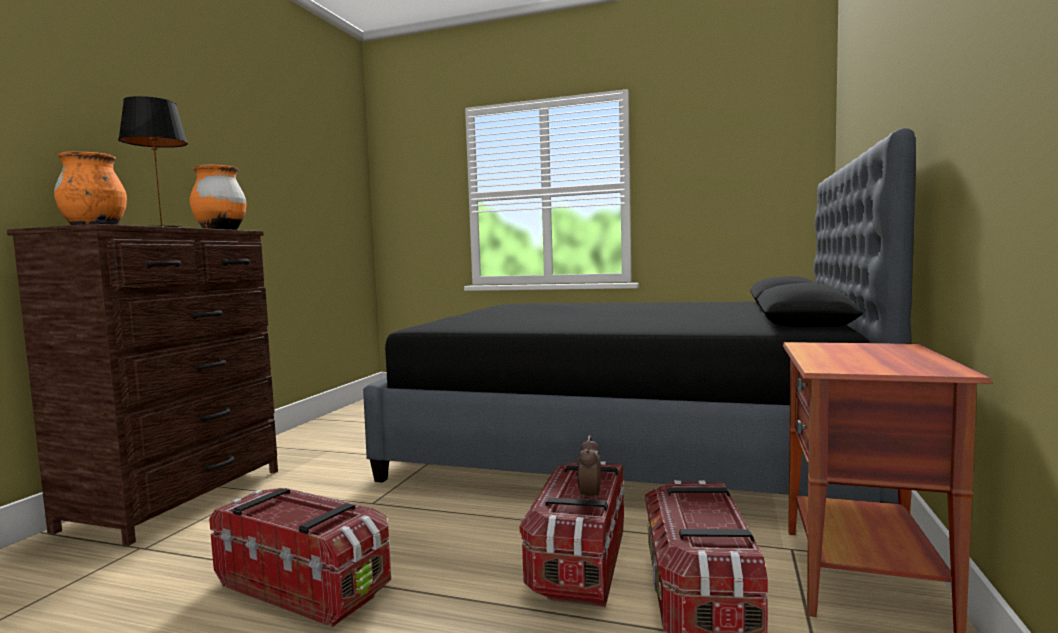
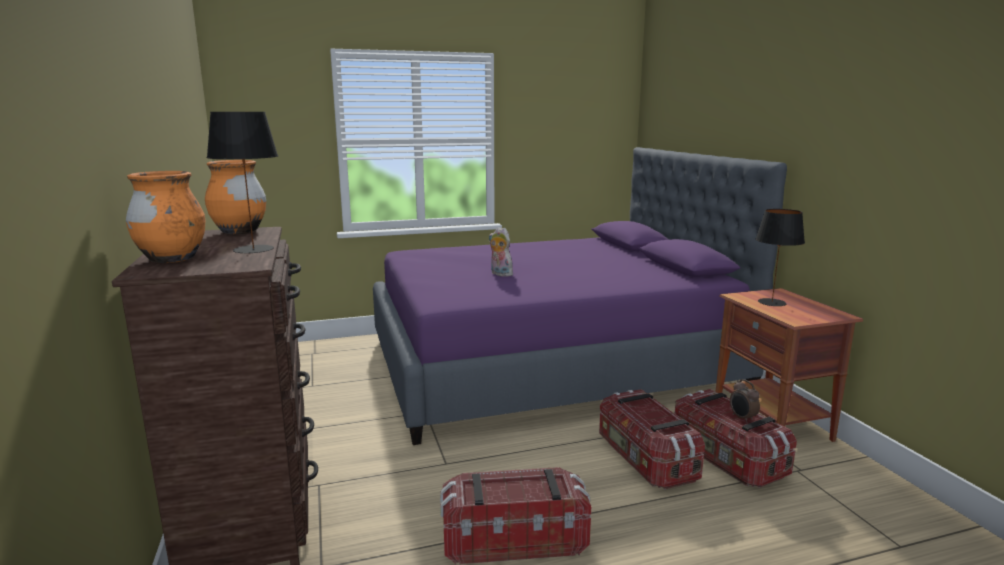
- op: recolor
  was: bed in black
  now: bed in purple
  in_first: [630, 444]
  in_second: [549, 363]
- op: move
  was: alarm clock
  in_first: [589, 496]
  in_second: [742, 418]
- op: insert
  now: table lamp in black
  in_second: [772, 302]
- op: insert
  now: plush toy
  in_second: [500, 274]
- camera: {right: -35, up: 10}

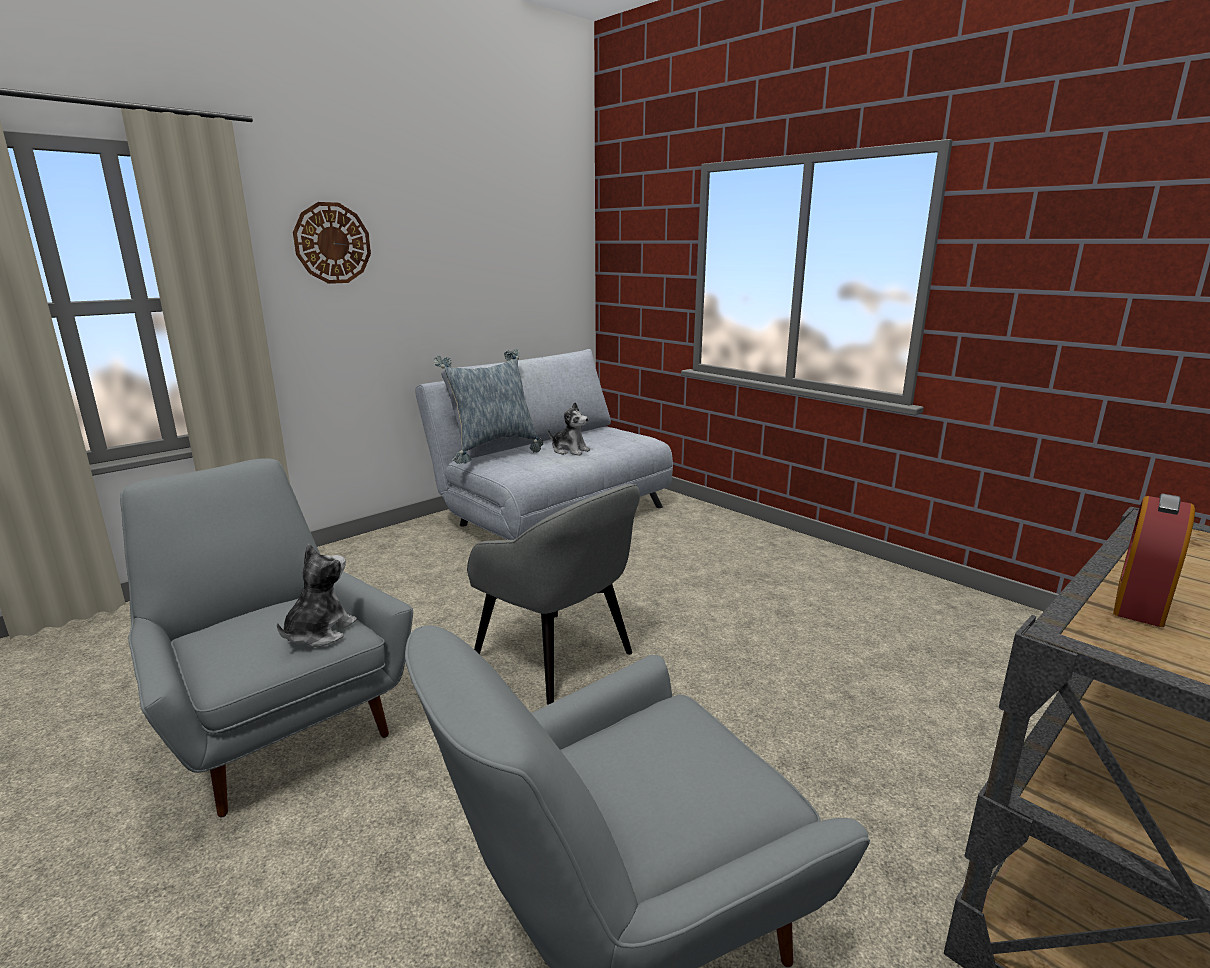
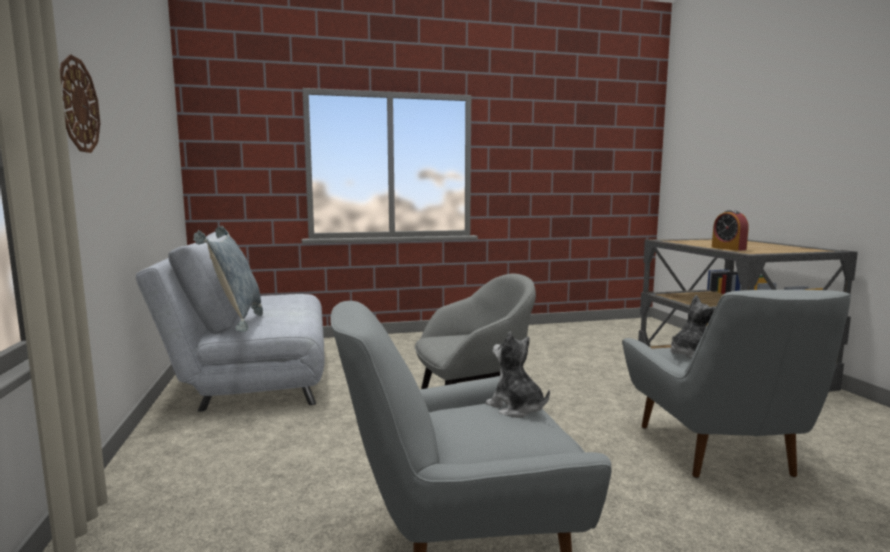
- op: move
  was: plush toy
  in_first: [570, 450]
  in_second: [690, 354]
- camera: {right: -60, up: -10}

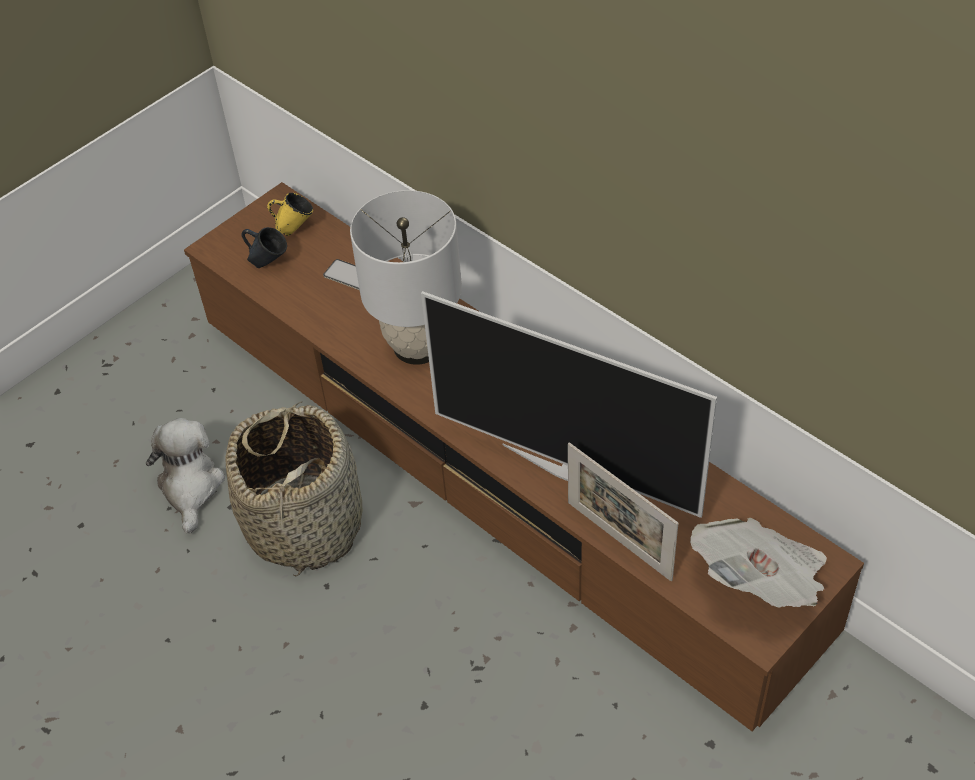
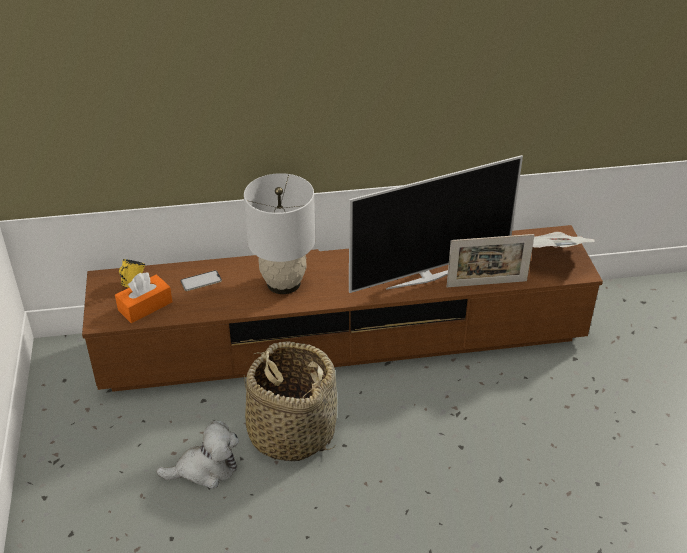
- op: replace
  was: mug in blue
  now: tissue box in orange
  in_first: [268, 263]
  in_second: [145, 306]
- op: rotate
  was: plush toy
  in_first: [190, 487]
  in_second: [205, 469]
  clockwise: 135
- camera: {right: -55, up: -10}

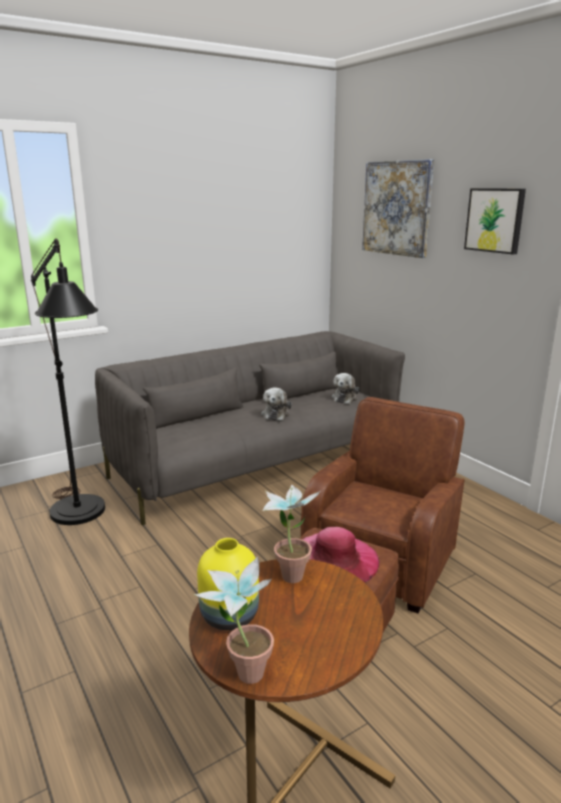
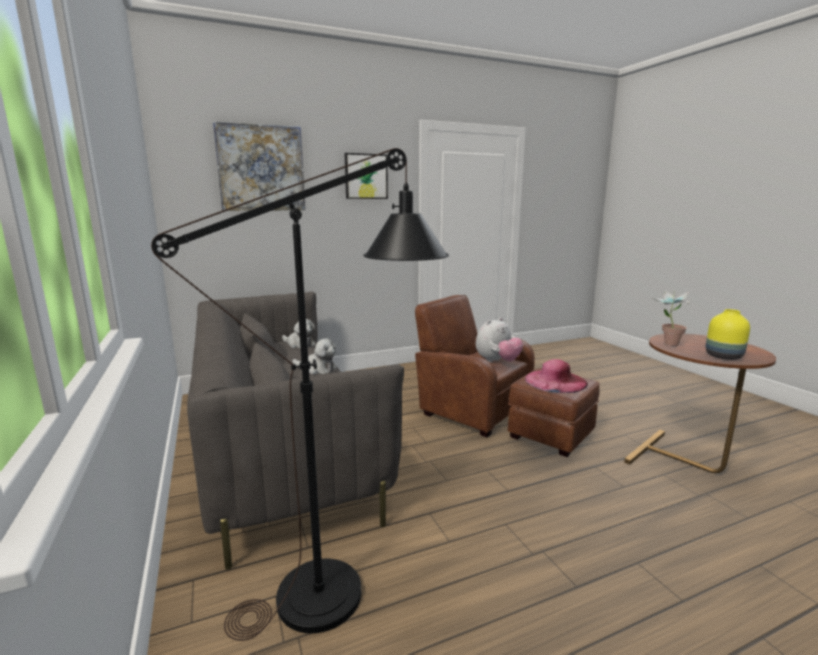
- op: delete
  was: potted plant
  in_first: [241, 670]
- op: insert
  now: plush toy
  in_second: [497, 362]
- camera: {right: -80, up: -5}

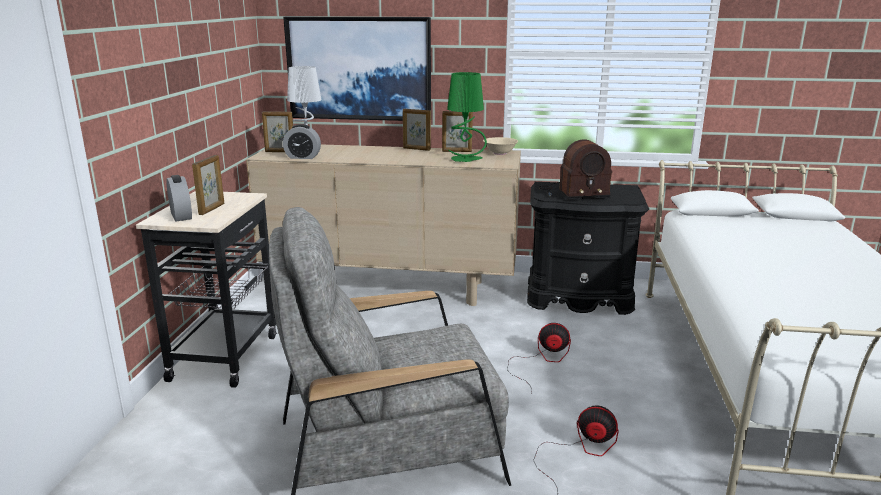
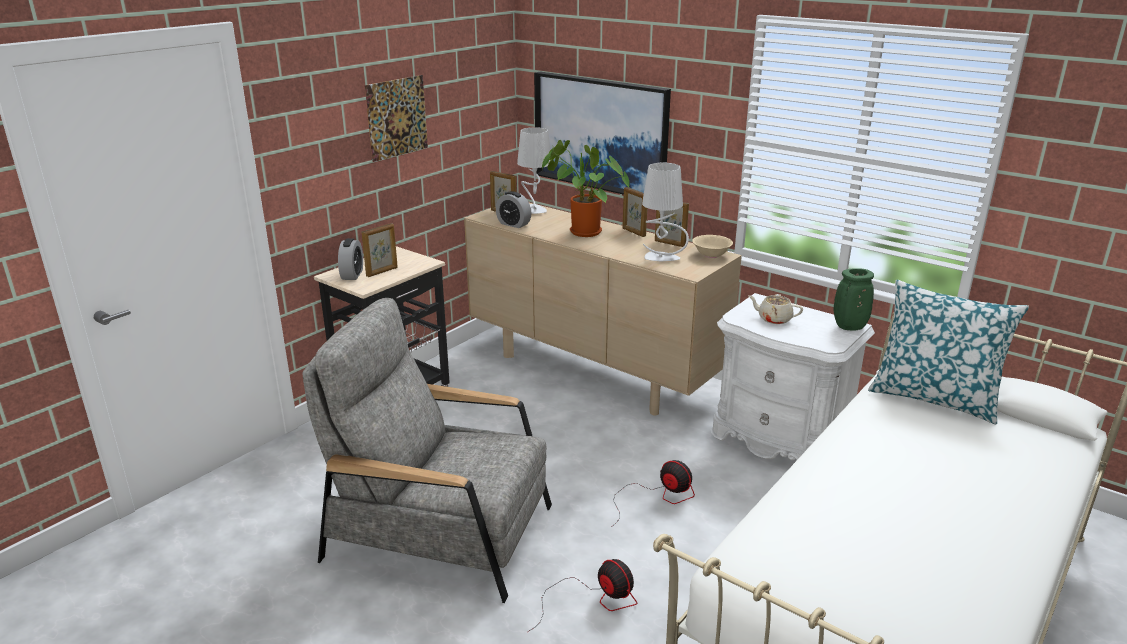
- op: recolor
  was: table lamp in green
  now: table lamp in grey
  in_first: [466, 159]
  in_second: [661, 258]
- op: replace
  was: radio
  now: teapot in beige
  in_first: [572, 193]
  in_second: [774, 319]
- op: recolor
  was: nightstand in black
  now: nightstand in white
  in_first: [580, 298]
  in_second: [778, 440]
- op: insert
  now: picture
  in_second: [397, 117]
- op: insert
  now: potted plant
  in_second: [581, 232]
- op: insert
  now: vase in green
  in_second: [849, 327]
- op: insert
  now: pillow
  in_second: [934, 398]
- camera: {right: 30, up: 5}

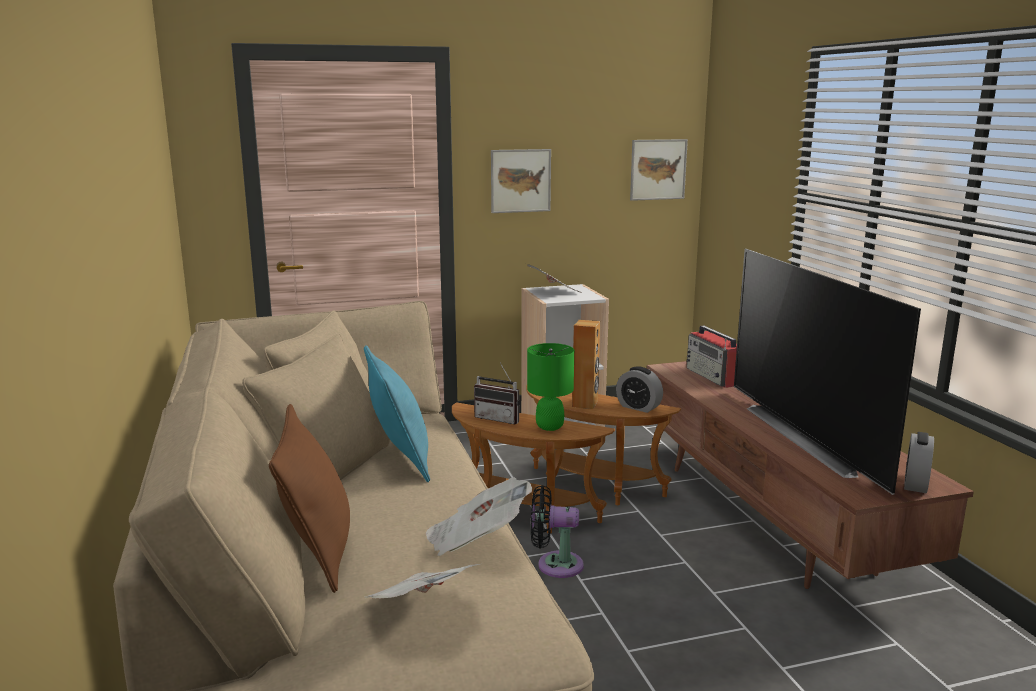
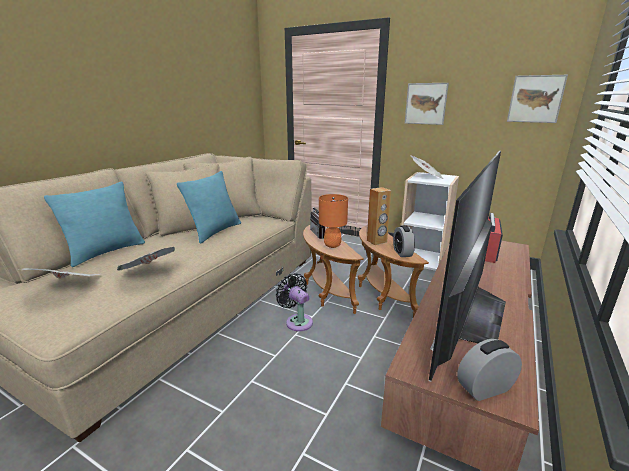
- op: recolor
  was: table lamp in green
  now: table lamp in orange
  in_first: [549, 428]
  in_second: [331, 246]
- op: recolor
  was: pillow in brown
  now: pillow in turquoise
  in_first: [319, 553]
  in_second: [106, 252]
- camera: {right: 45, up: 5}

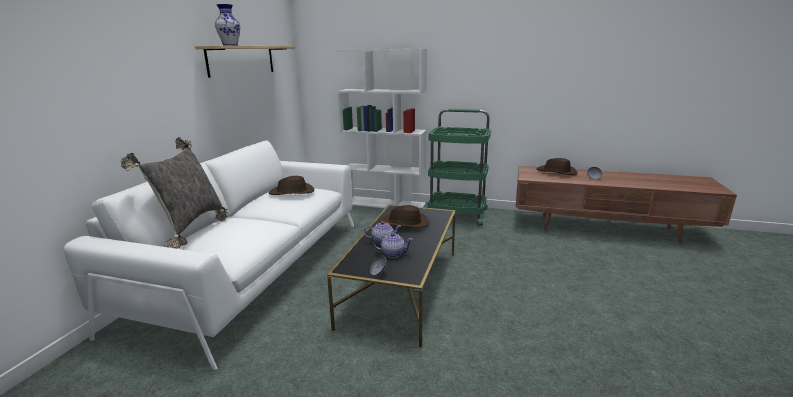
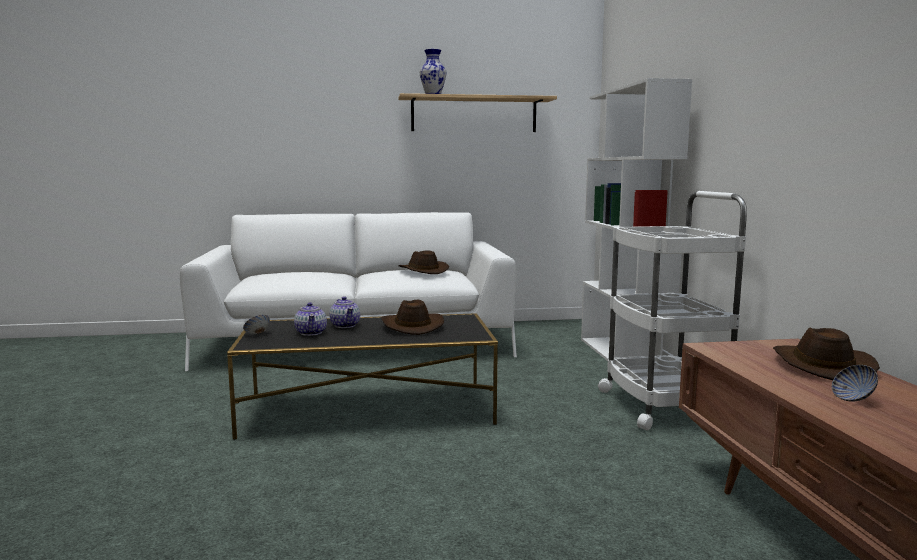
- op: recolor
  was: cart in green
  now: cart in white
  in_first: [457, 215]
  in_second: [663, 406]
- op: delete
  was: pillow
  in_first: [189, 233]
- camera: {right: 65, up: -10}

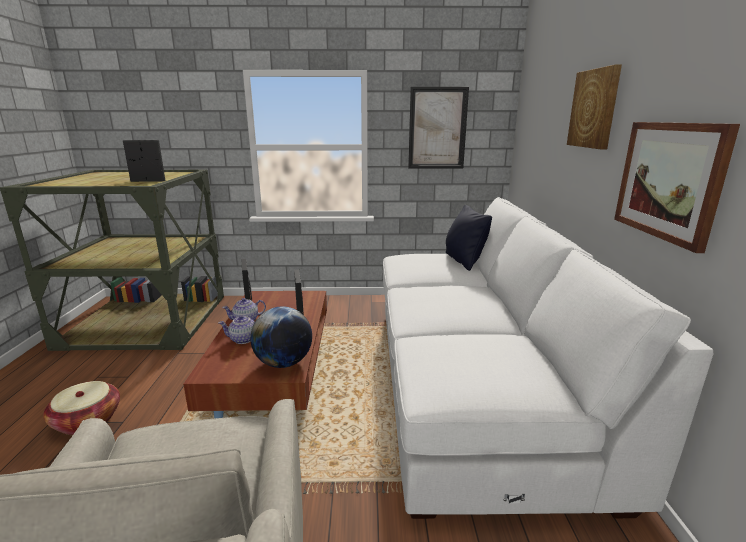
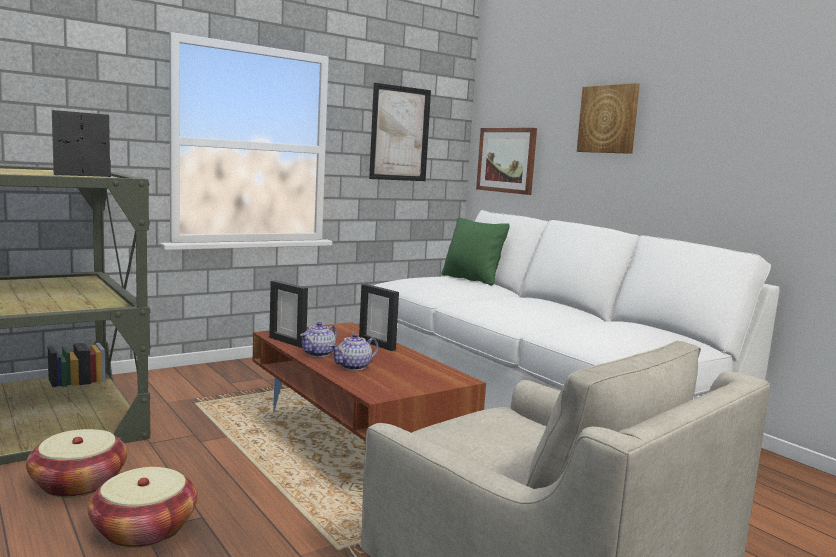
- op: move
  was: picture
  in_first: [669, 180]
  in_second: [506, 160]
- op: recolor
  was: pillow in black
  now: pillow in green
  in_first: [464, 261]
  in_second: [471, 279]
- op: delete
  was: globe
  in_first: [284, 363]
- op: insert
  now: basket
  in_second: [79, 484]
- camera: {right: -35, up: -10}

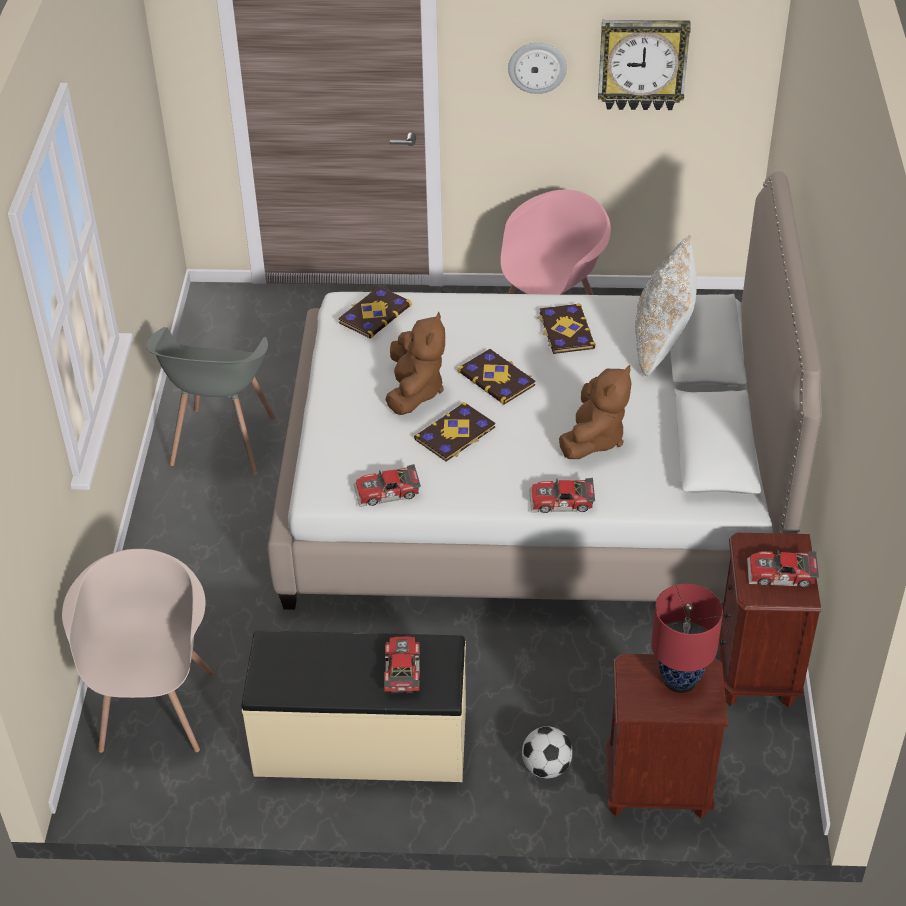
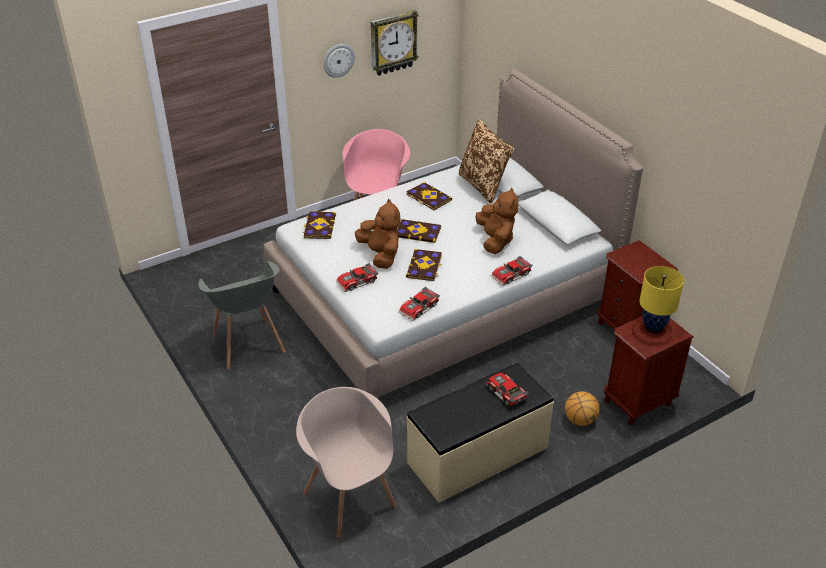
- op: recolor
  was: pillow in white
  now: pillow in brown
  in_first: [661, 347]
  in_second: [483, 188]
- op: move
  was: toy car
  in_first: [781, 576]
  in_second: [357, 282]
- op: recolor
  was: table lamp in red
  now: table lamp in yellow
  in_first: [679, 679]
  in_second: [653, 327]
- op: replace
  was: football
  now: basketball
  in_first: [546, 768]
  in_second: [580, 420]
- camera: {right: -35, up: -5}

